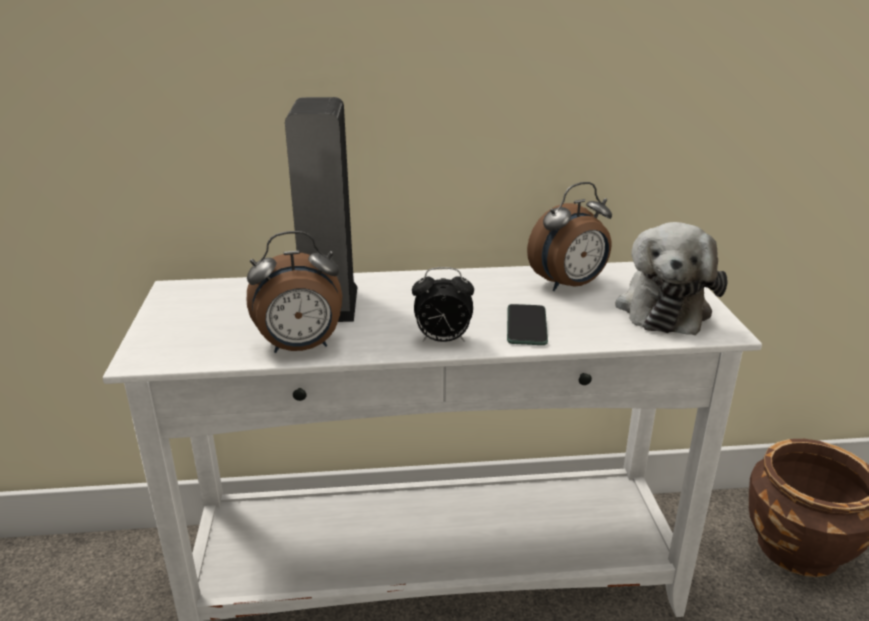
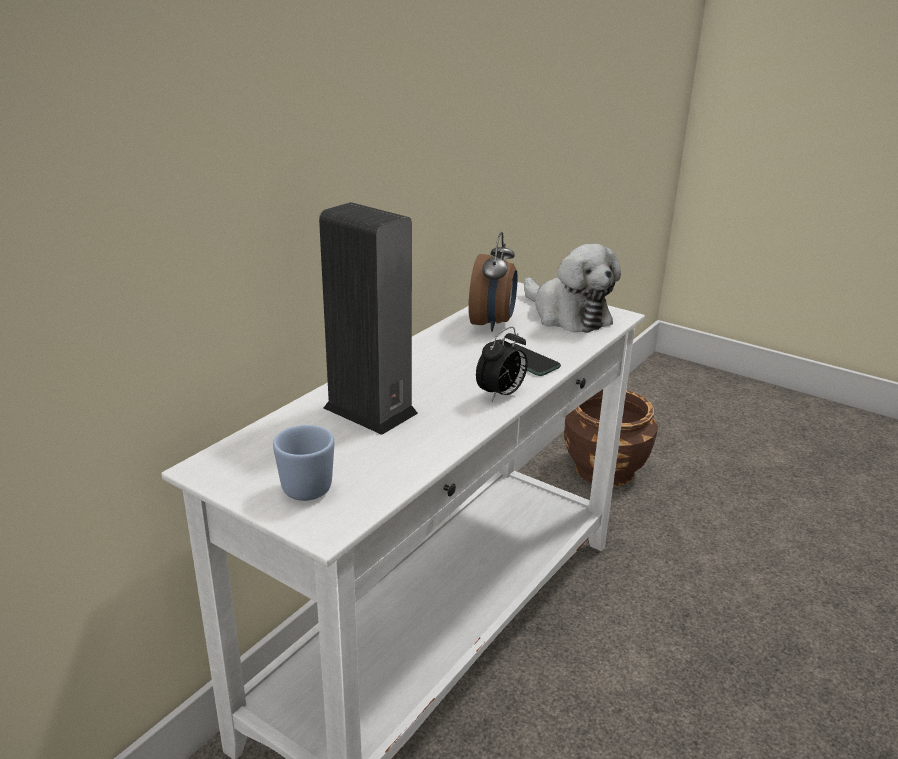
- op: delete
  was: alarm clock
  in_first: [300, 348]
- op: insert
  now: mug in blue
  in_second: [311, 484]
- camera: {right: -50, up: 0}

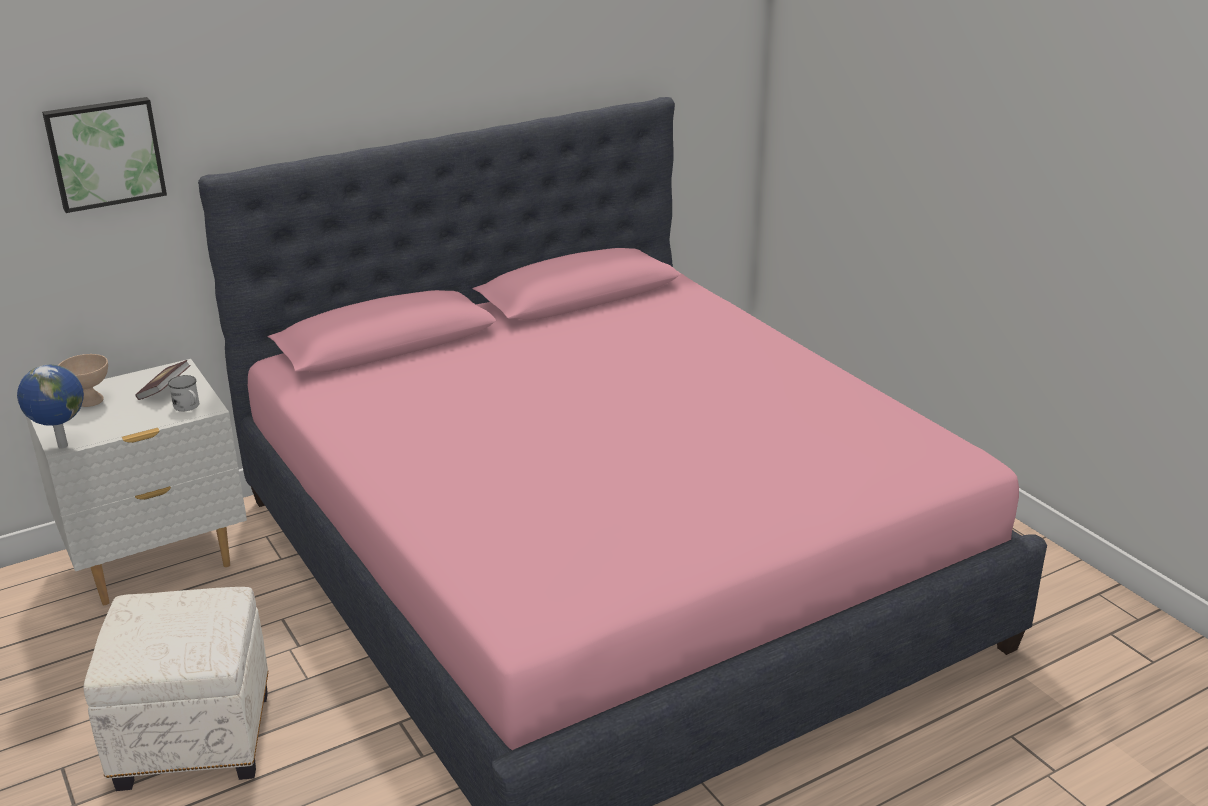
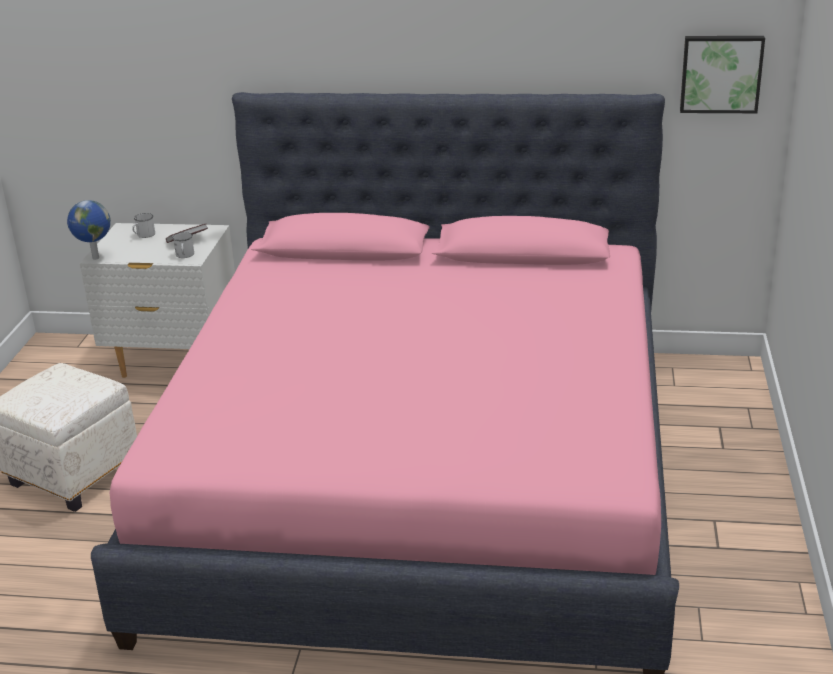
- op: move
  was: picture
  in_first: [105, 153]
  in_second: [721, 73]
- op: replace
  was: bowl in beige
  now: mug in white
  in_first: [91, 401]
  in_second: [144, 235]
- camera: {right: 40, up: 0}

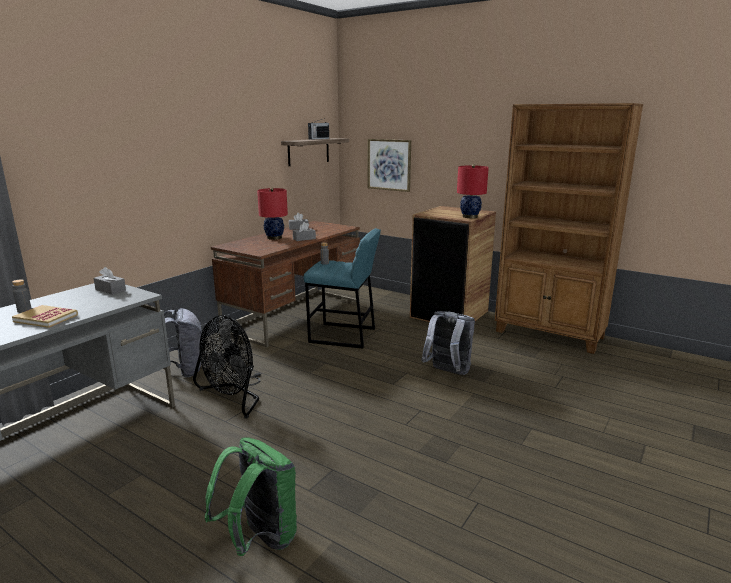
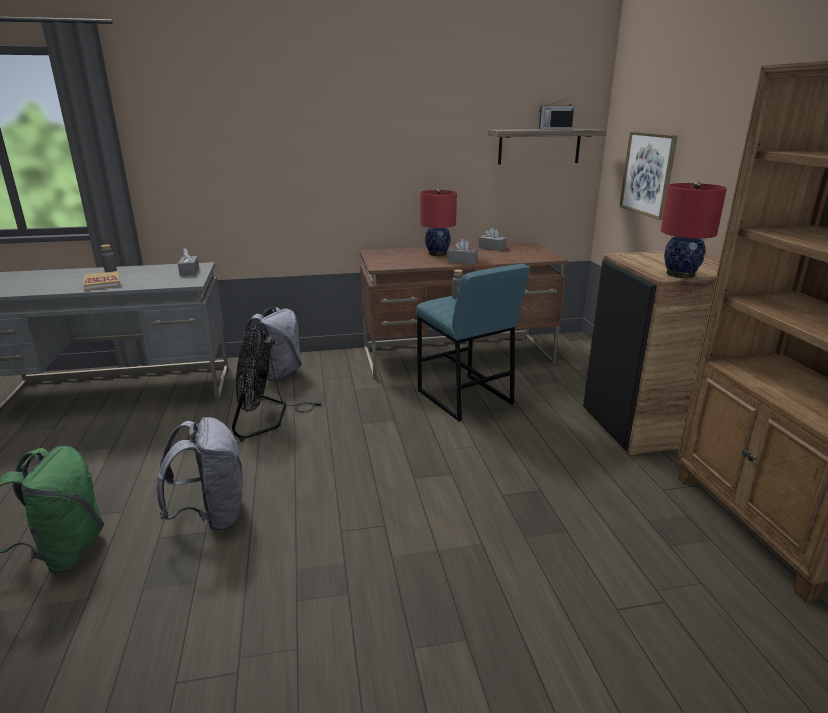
- op: move
  was: backpack in grey
  in_first: [448, 373]
  in_second: [211, 516]
- camera: {right: 45, up: 5}

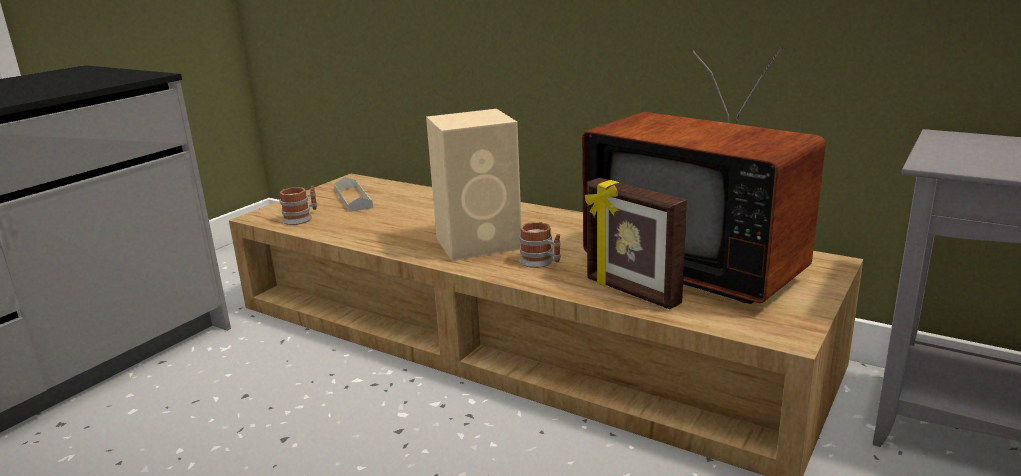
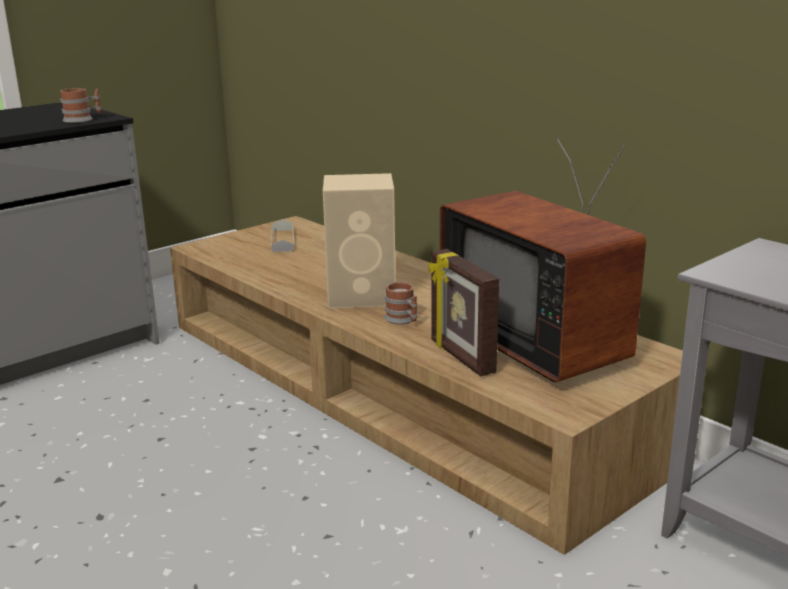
- op: move
  was: mug
  in_first: [301, 218]
  in_second: [83, 120]
- camera: {right: 15, up: 0}

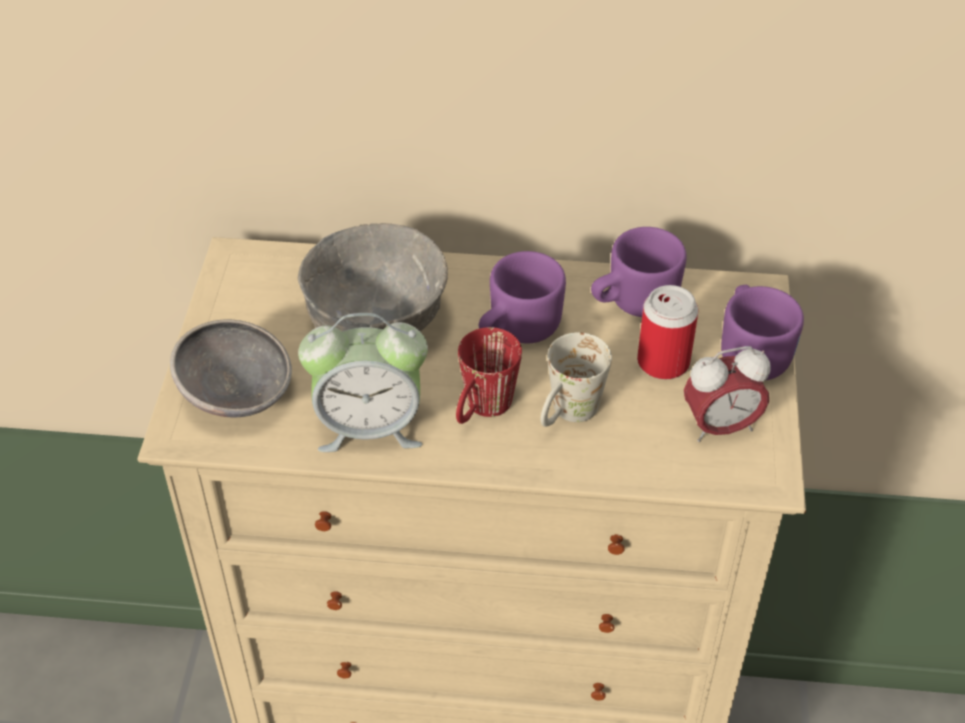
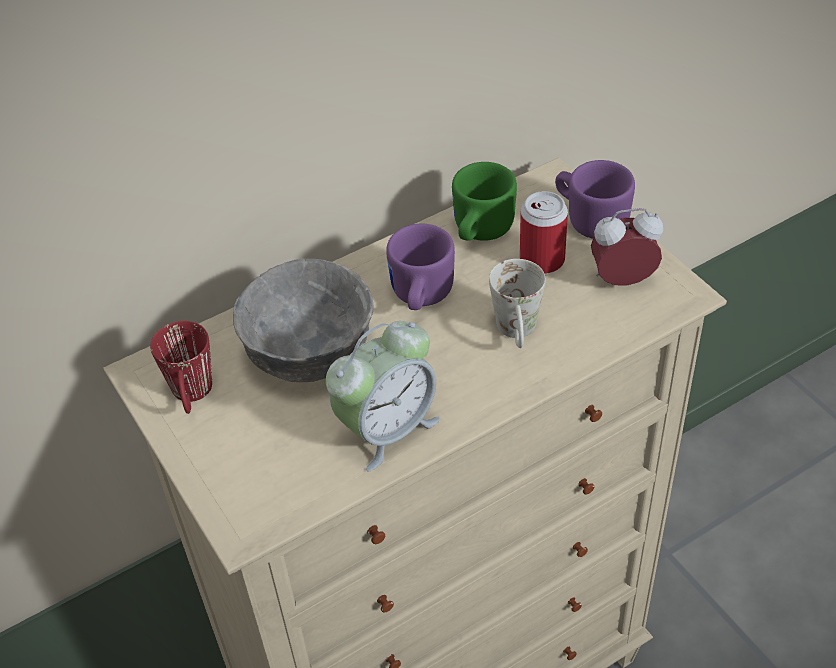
- op: recolor
  was: mug in purple
  now: mug in green
  in_first: [632, 302]
  in_second: [479, 232]
- op: delete
  was: bowl in grey
  in_first: [238, 395]
- op: move
  was: mug in red
  in_first: [482, 411]
  in_second: [193, 397]
- op: rotate
  was: alarm clock
  in_first: [720, 427]
  in_second: [622, 280]
  clockwise: -135
- camera: {right: -35, up: 0}

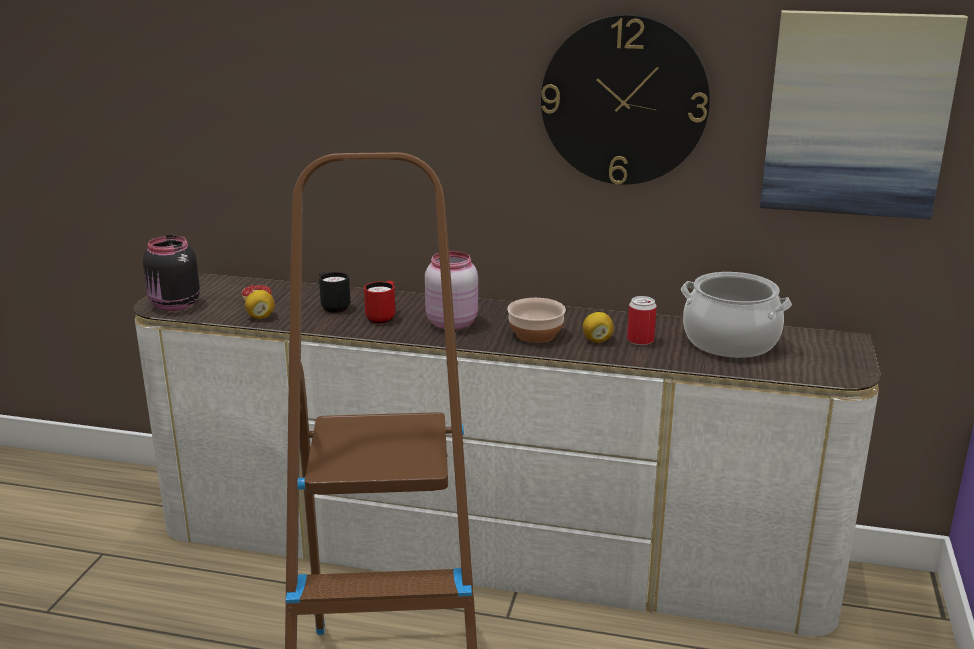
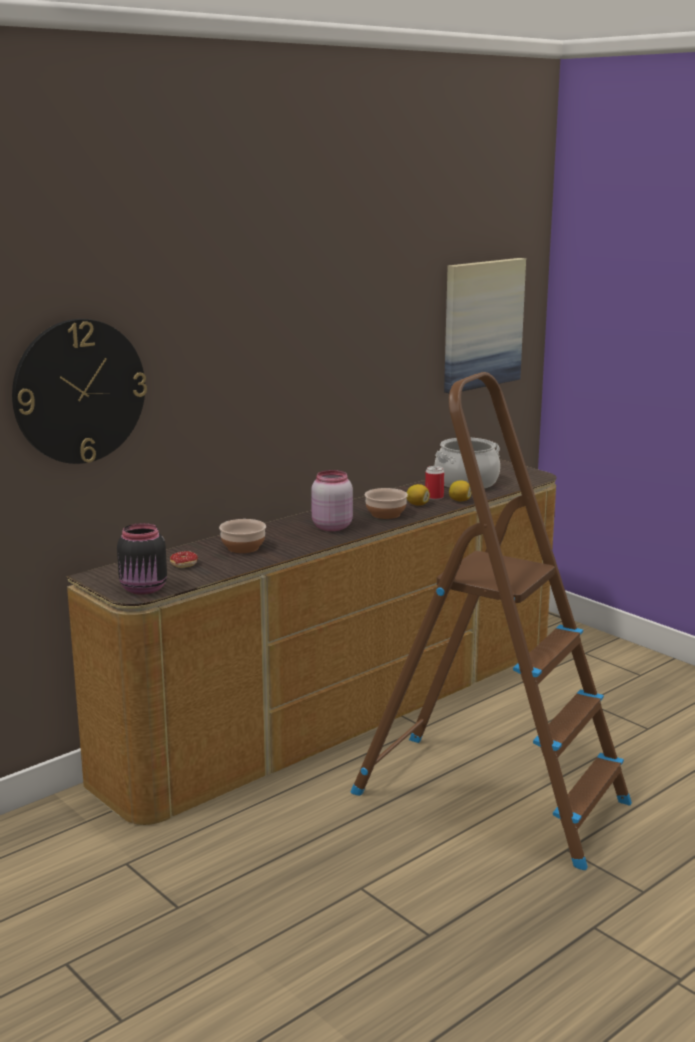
- op: move
  was: wall clock
  in_first: [624, 101]
  in_second: [79, 391]
- op: replace
  was: mug in black
  now: bowl
  in_first: [333, 307]
  in_second: [243, 548]
- op: recolor
  was: cabinet in white
  now: cabinet in brown
  in_first: [487, 551]
  in_second: [347, 710]
- op: delete
  was: mug in red
  in_first: [383, 317]
- op: move
  was: lemon
  in_first: [260, 317]
  in_second: [460, 500]
- camera: {right: -55, up: -5}

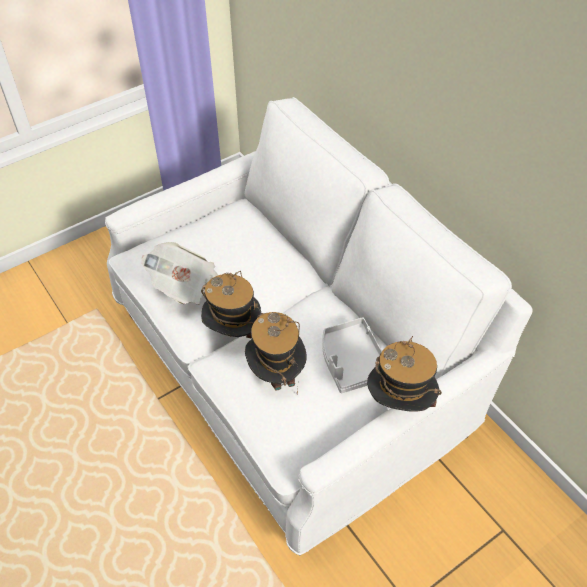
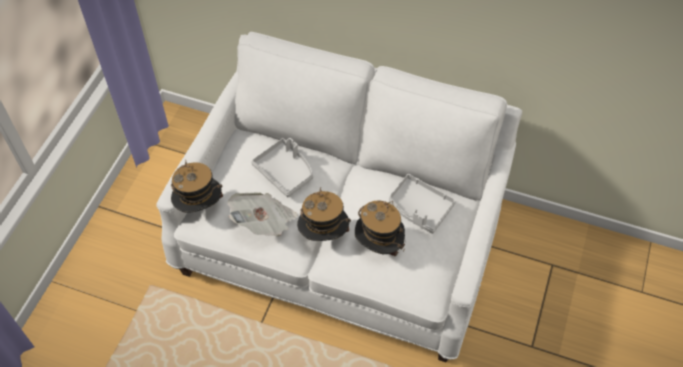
- op: move
  was: hat
  in_first: [399, 404]
  in_second: [200, 207]
- op: insert
  now: tray in grey
  in_second: [285, 172]
- camera: {right: -35, up: 5}

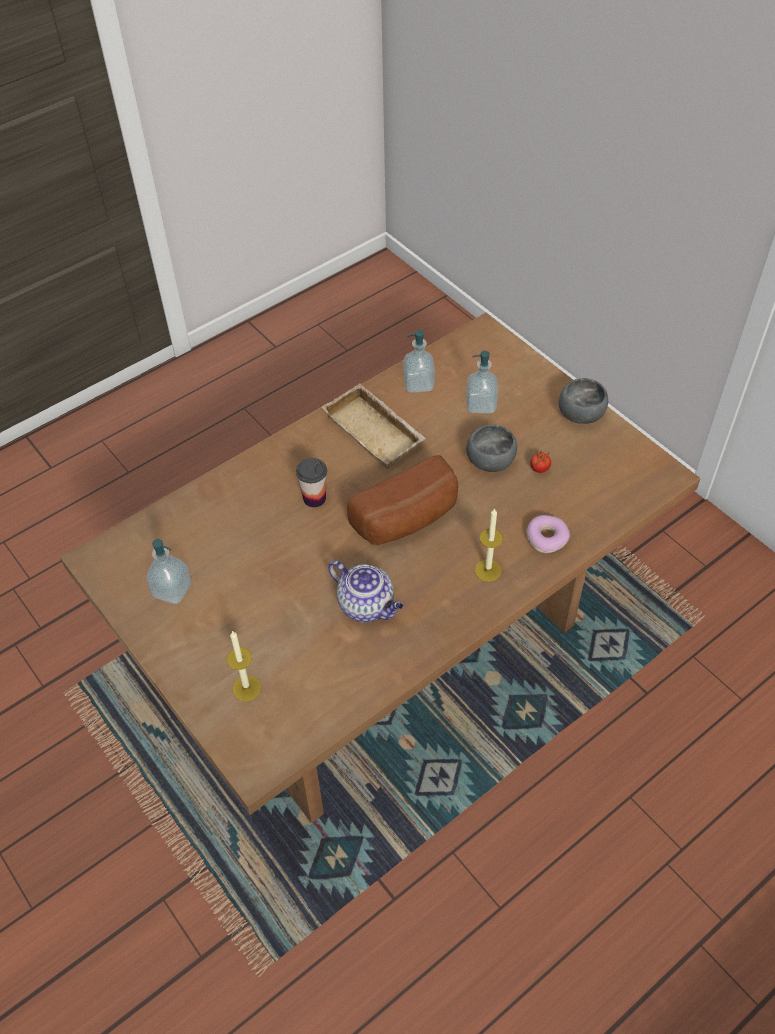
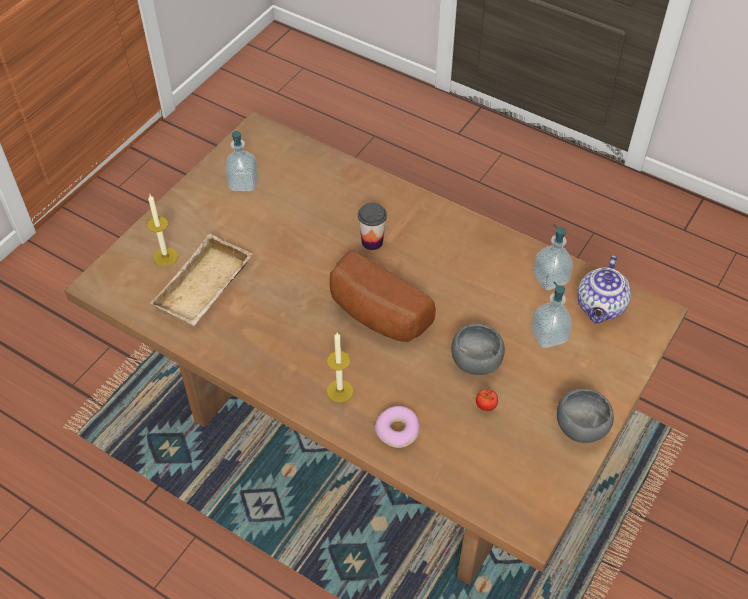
- op: move
  was: tray in beige
  in_first: [376, 431]
  in_second: [205, 289]
- op: move
  was: teapot
  in_first: [367, 605]
  in_second: [600, 307]
- camera: {right: 70, up: 0}

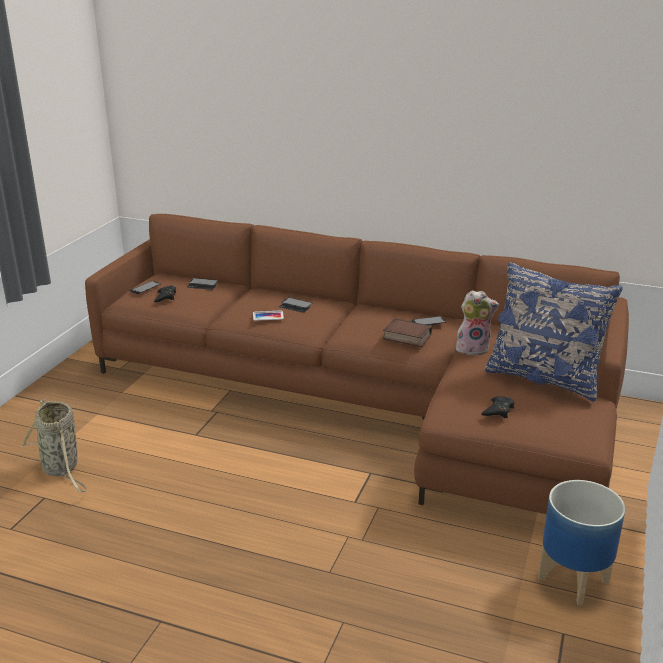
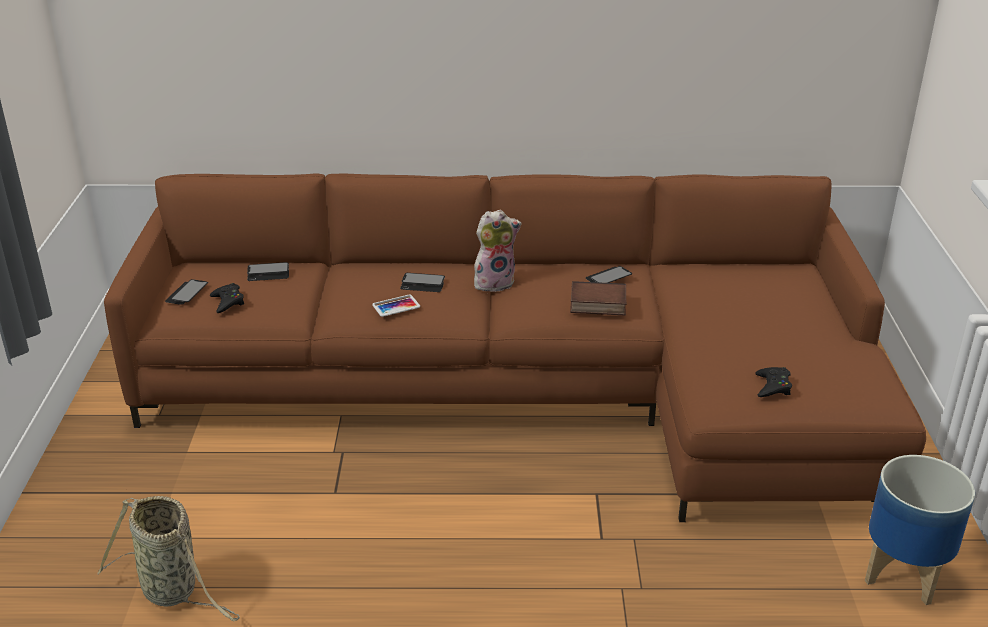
- op: delete
  was: pillow in blue
  in_first: [543, 380]
- op: move
  was: plush toy
  in_first: [473, 349]
  in_second: [495, 282]
- camera: {right: -20, up: 5}

